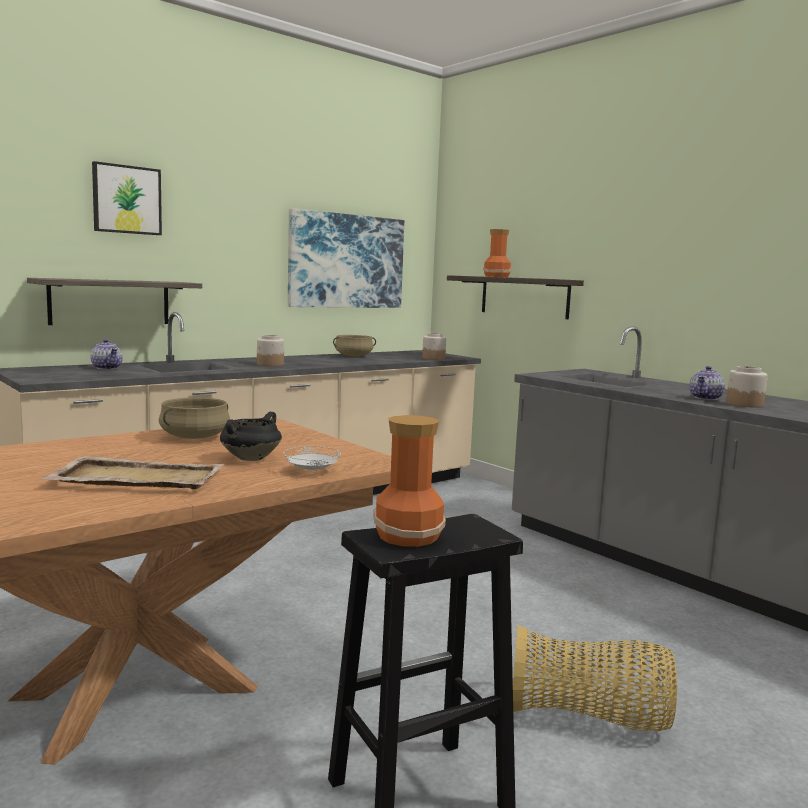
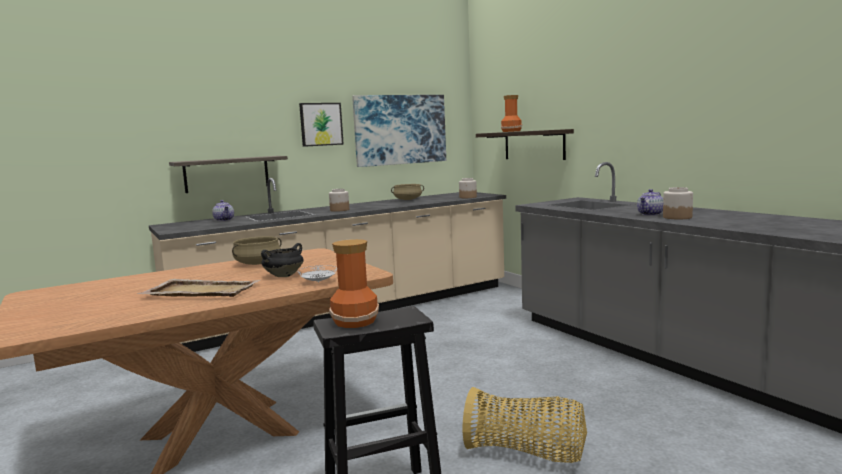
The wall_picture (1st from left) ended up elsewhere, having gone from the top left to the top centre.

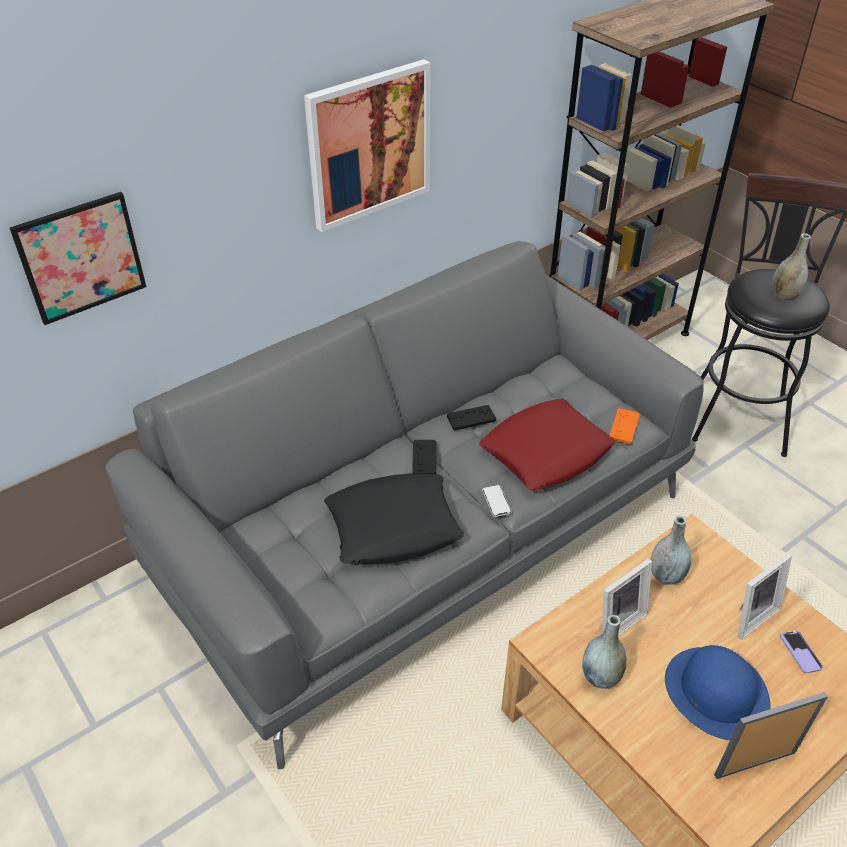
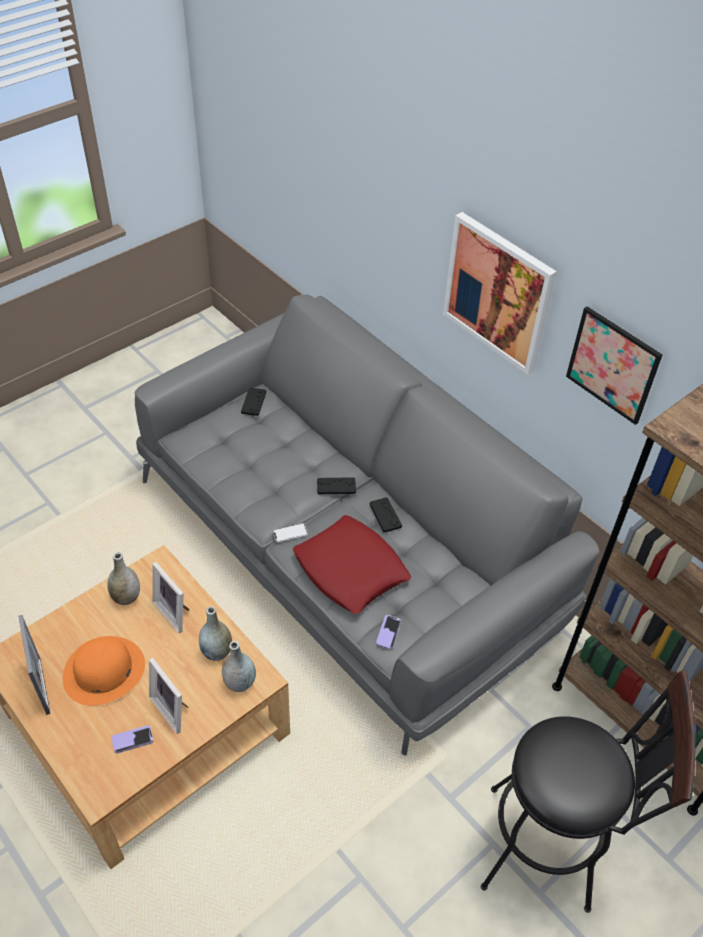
The wall_picture (1st from left in the first image) ended up elsewhere, having gone from the top left to the middle right.
The second view lost the blackish_throw_pillow at the centre.
Where the orange-coloured_joypad stood at the middle right, the telephone (3rd from left) came to stand at the bottom centre.
What was the blue-coloured_hat at the bottom right turned into the orange-coloured_hat at the bottom left.
The grey_decorative_vase (3rd from left) ended up elsewhere, having gone from the top right to the bottom centre.
The second view gained the blackish_joypad (1st from left) at the centre.

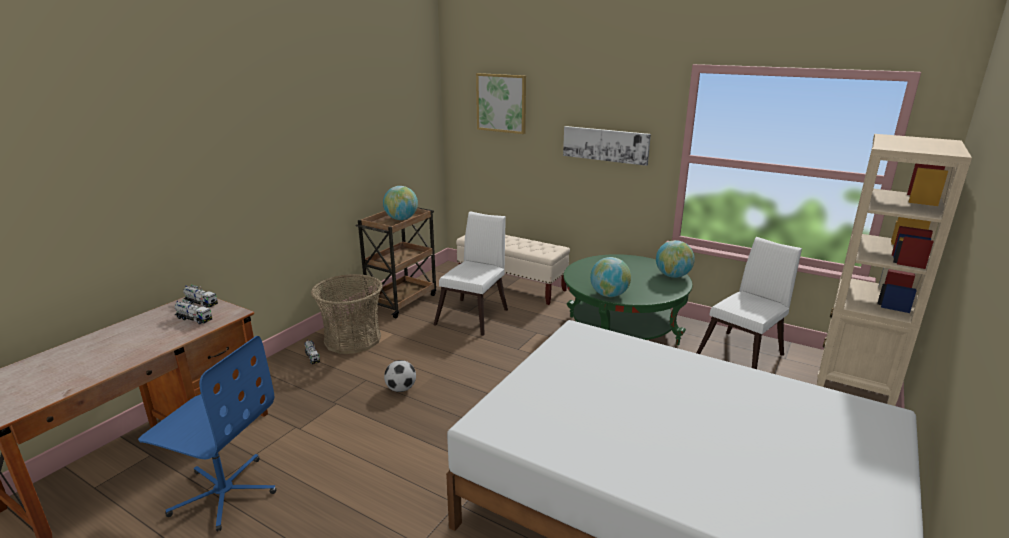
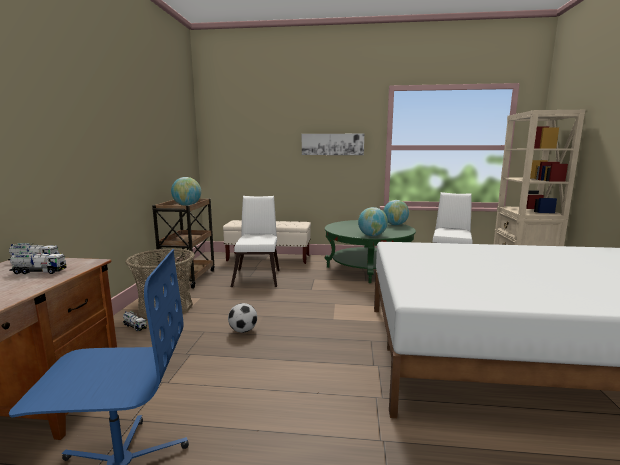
The second view lost the wall_picture (1st from left) at the top centre.

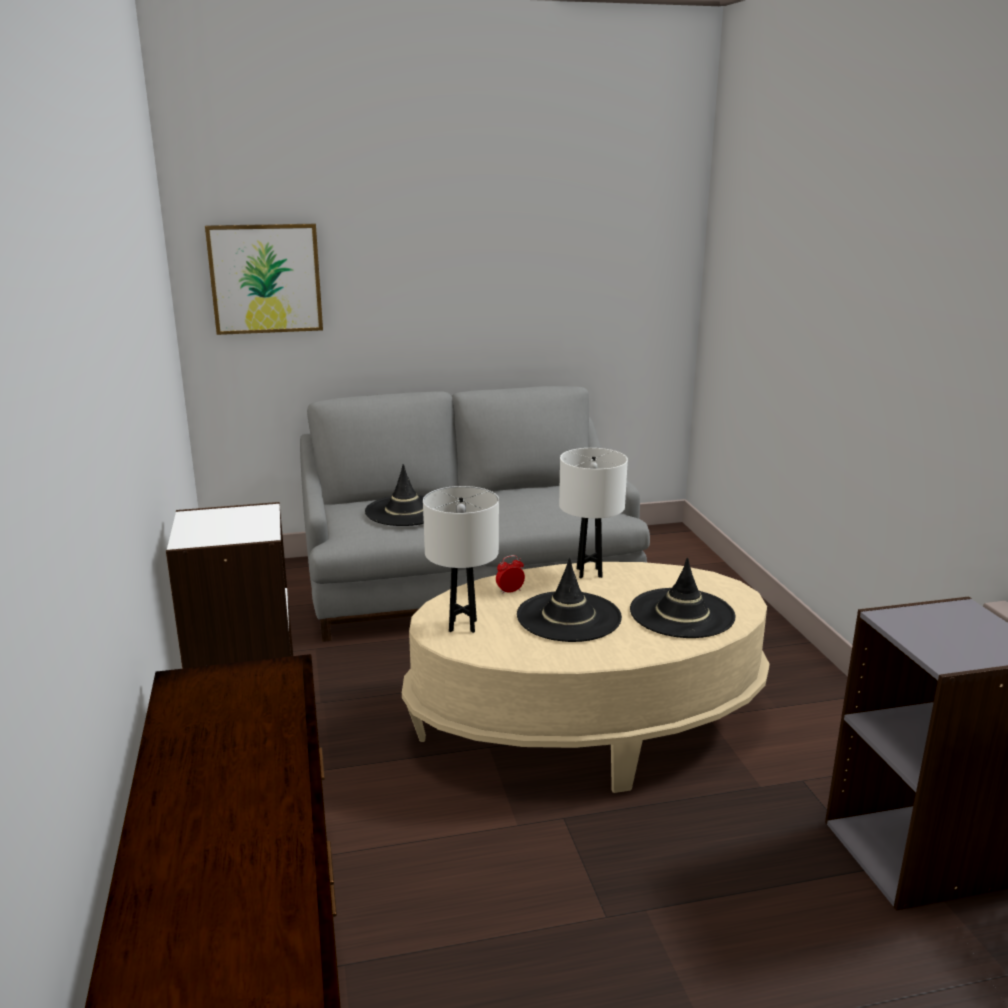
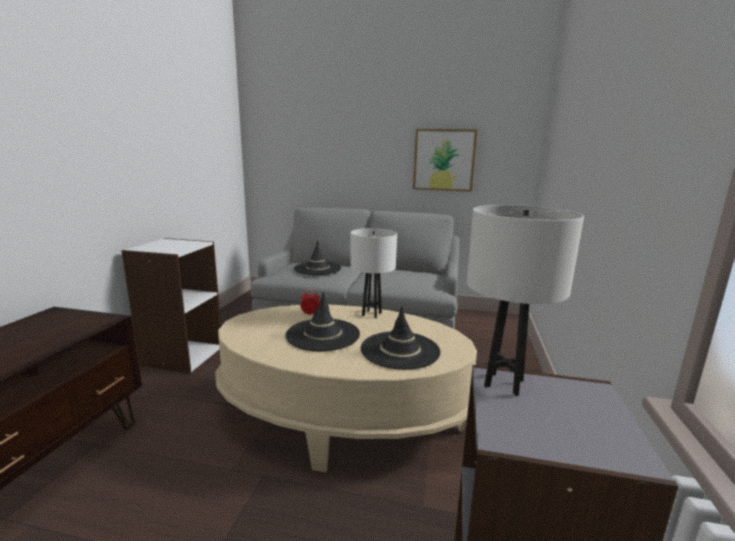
The wall_picture ended up elsewhere, having gone from the top left to the top centre.
The white_lamp_for_a_table (1st from left in the first image) ended up elsewhere, having gone from the centre to the middle right.

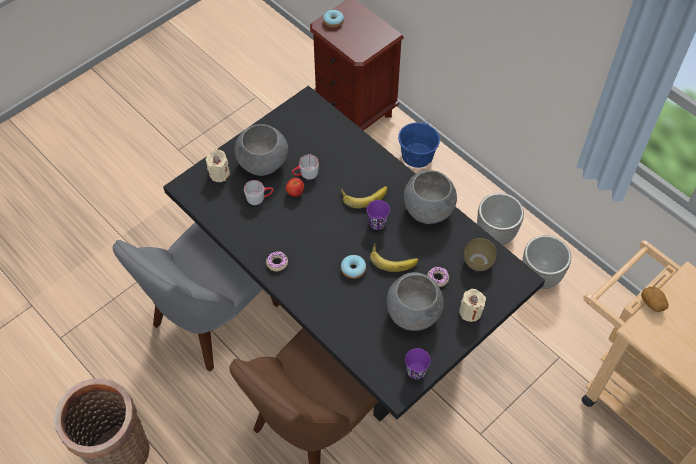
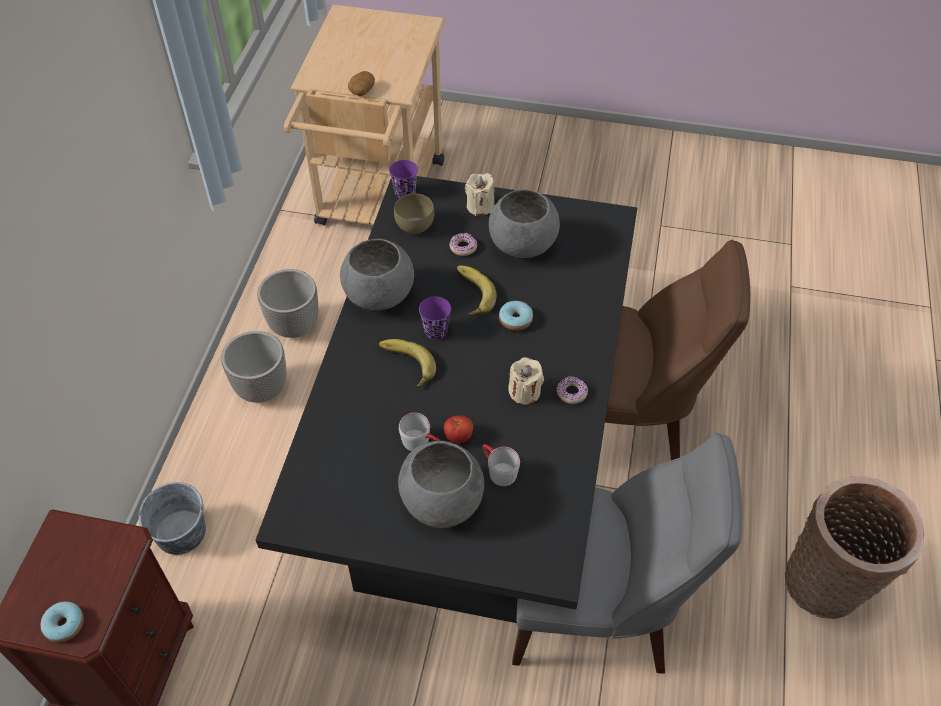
The beige_candle (1st from left in the first image) ended up elsewhere, having gone from the middle left to the centre.
What was the blue-coloured_water_bucket at the top centre turned into the grey_water_bucket at the bottom left.
The purple-coloured_small_cup (2nd from left in the first image) ended up elsewhere, having gone from the bottom centre to the top centre.

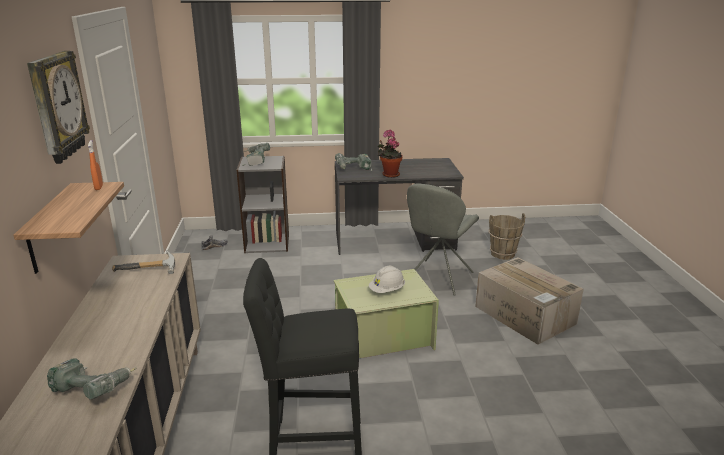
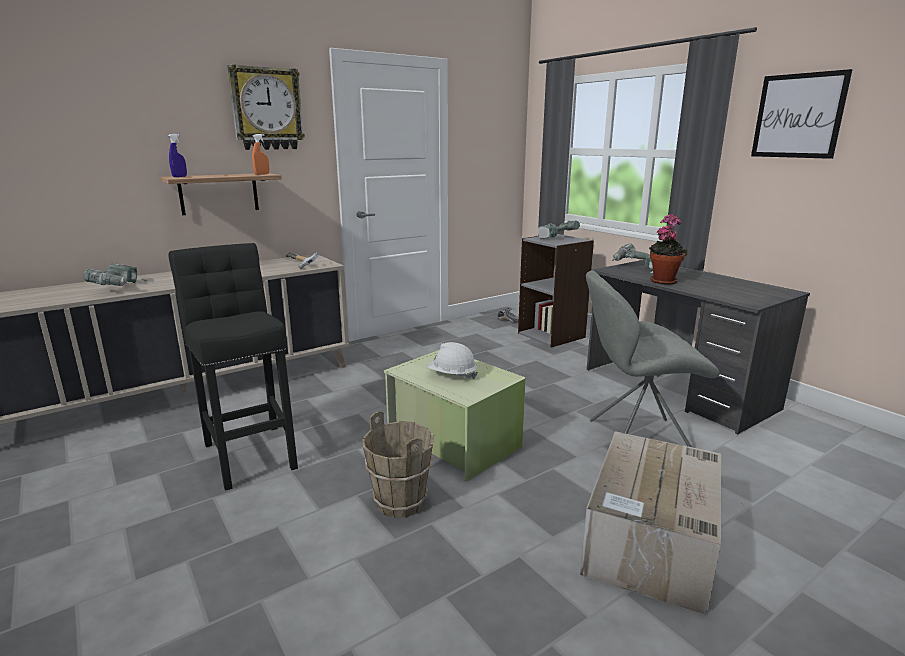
The brown_water_bucket ended up elsewhere, having gone from the middle right to the bottom centre.
The second view gained the blue-coloured_sprayer at the top left.
The second view gained the wall_picture at the top right.

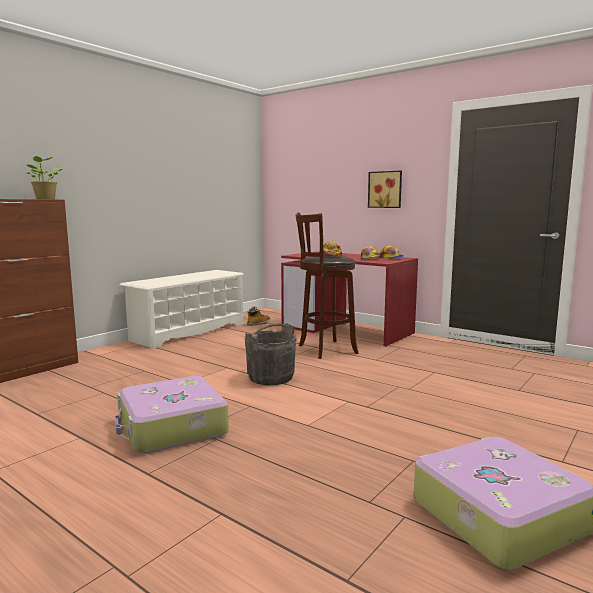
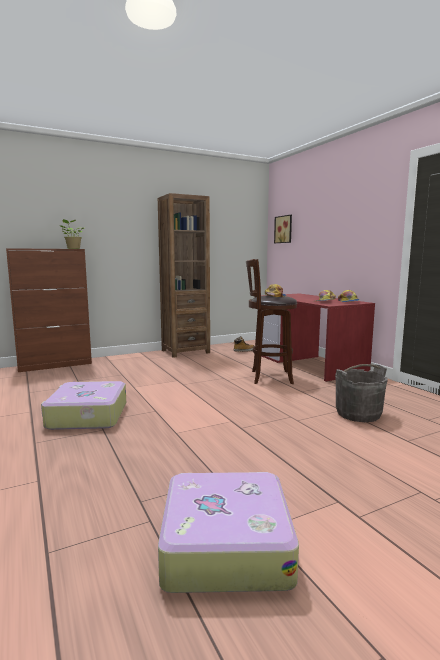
Where the white_shoe_shelf stood at the middle left, the brown_shelving_unit came to stand at the centre.
The grey_water_bucket ended up elsewhere, having gone from the centre to the middle right.
The wall_picture ended up elsewhere, having gone from the top centre to the centre.

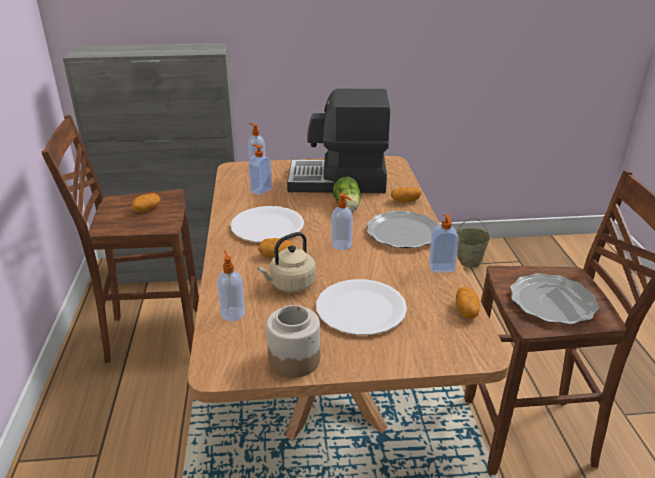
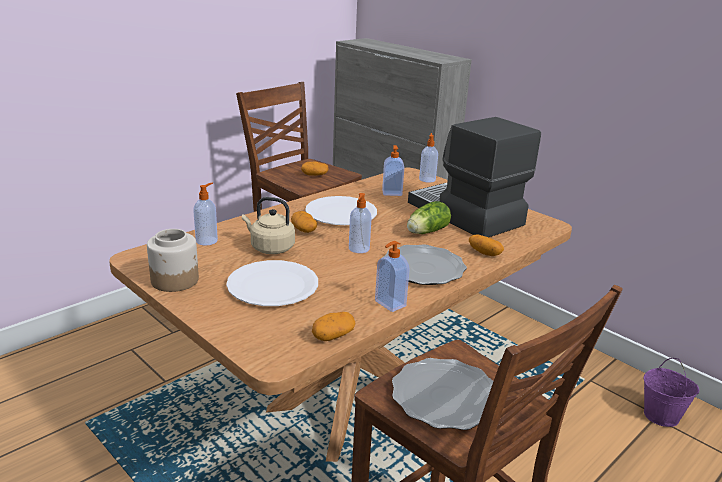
What was the beige_water_bucket at the middle right turned into the purple-coloured_water_bucket at the bottom right.

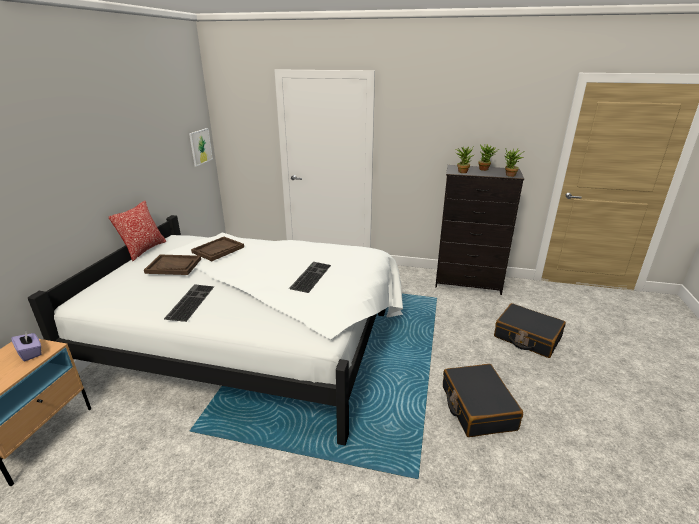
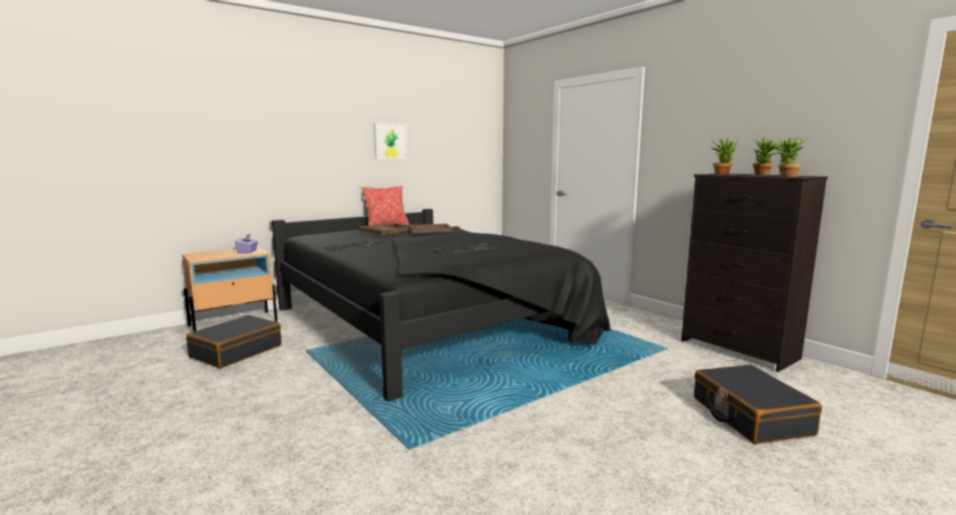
What was the white_bedroom_bed at the middle left turned into the blackish_bedroom_bed at the centre.
The wall_picture ended up elsewhere, having gone from the top left to the top centre.
The blackish_suitcase (1st from left) ended up elsewhere, having gone from the bottom right to the middle left.

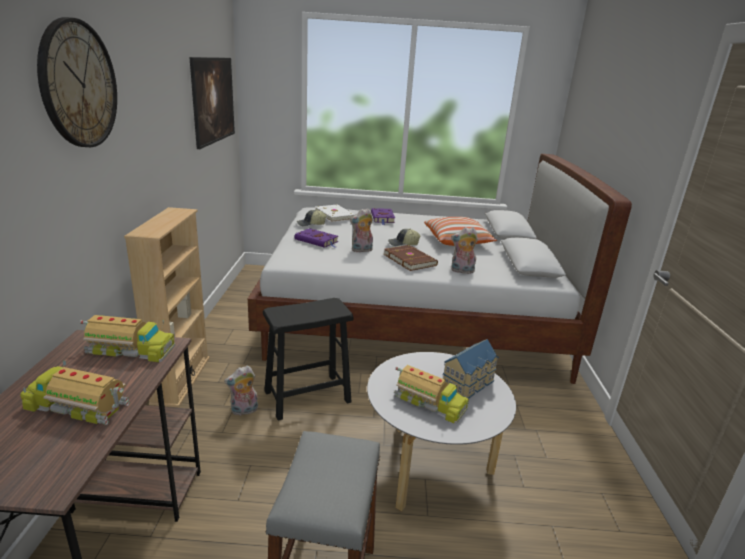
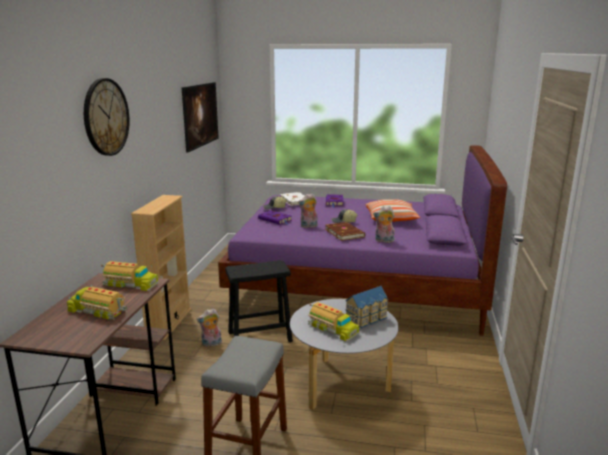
What was the white_bedroom_bed at the centre turned into the purple-coloured_bedroom_bed at the centre.

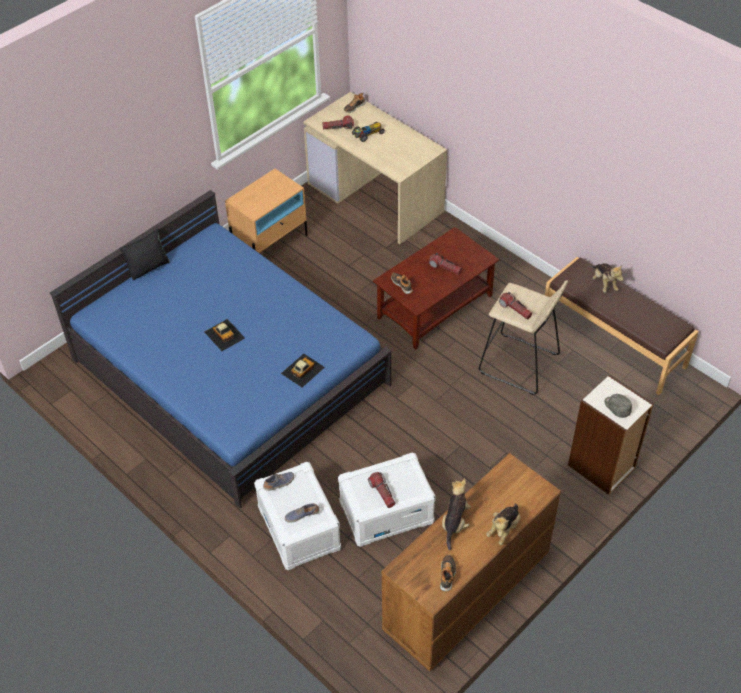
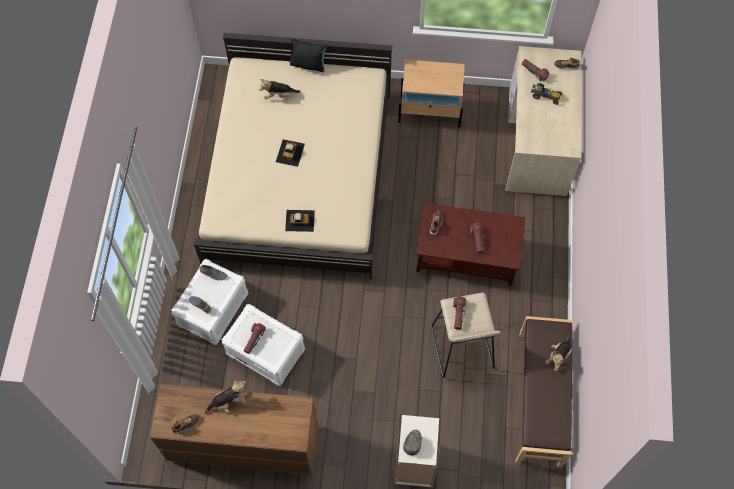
What was the blue-coloured_bedroom_bed at the middle left turned into the beige_bedroom_bed at the top centre.
The plush_toy (2nd from left) ended up elsewhere, having gone from the bottom right to the top centre.

